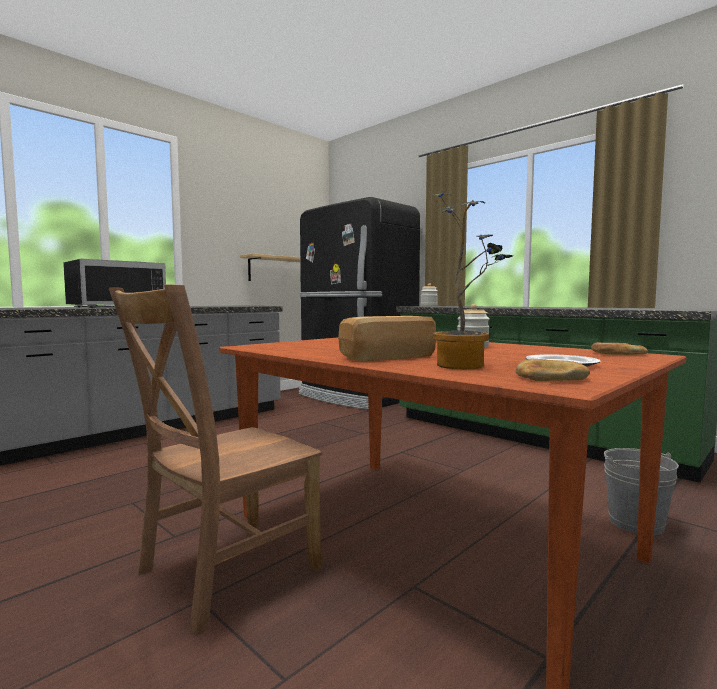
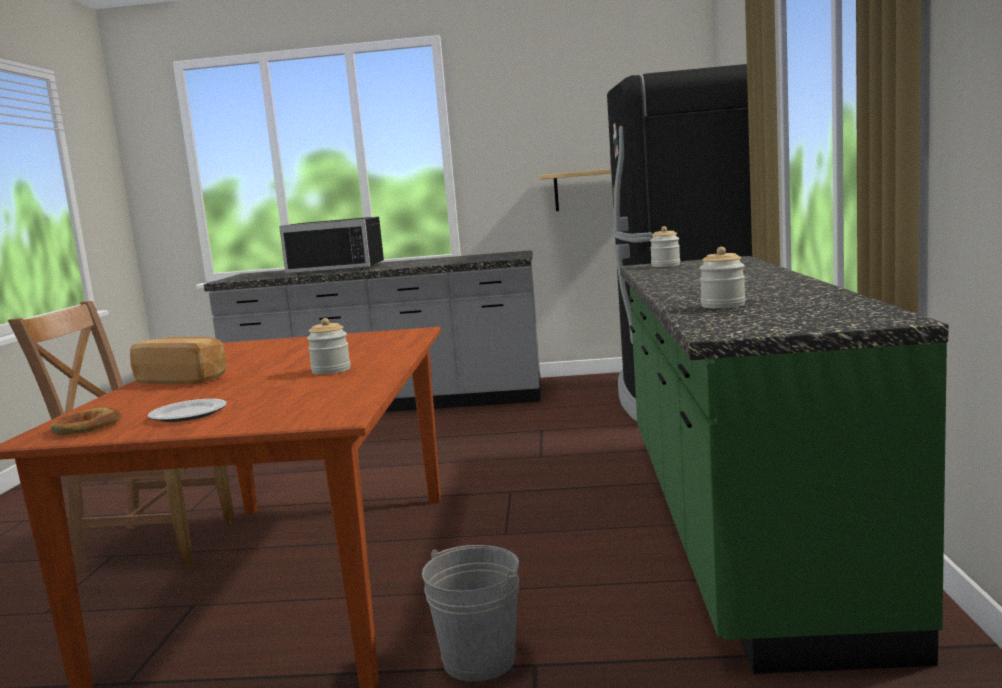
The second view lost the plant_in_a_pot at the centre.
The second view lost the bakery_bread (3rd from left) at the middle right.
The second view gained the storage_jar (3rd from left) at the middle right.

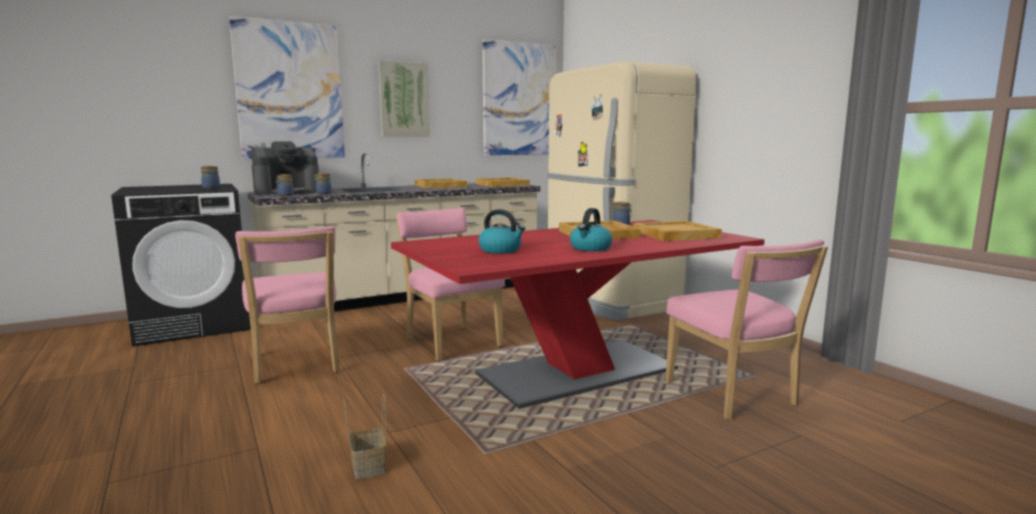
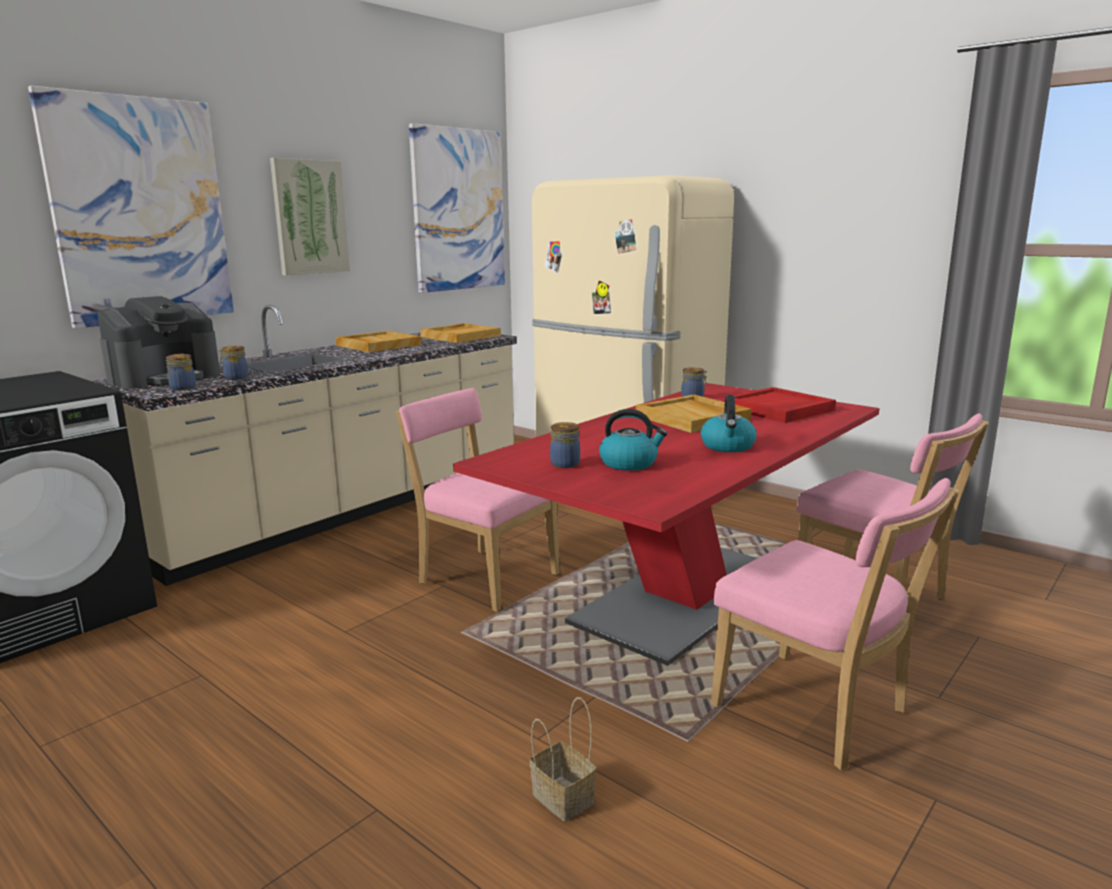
The storage_jar (1st from left in the first image) ended up elsewhere, having gone from the middle left to the centre.
The pinkish_plain_chair (1st from left in the first image) ended up elsewhere, having gone from the middle left to the bottom right.
What was the beige_serving_tray (4th from left) at the centre turned into the red-coloured_serving_tray at the middle right.

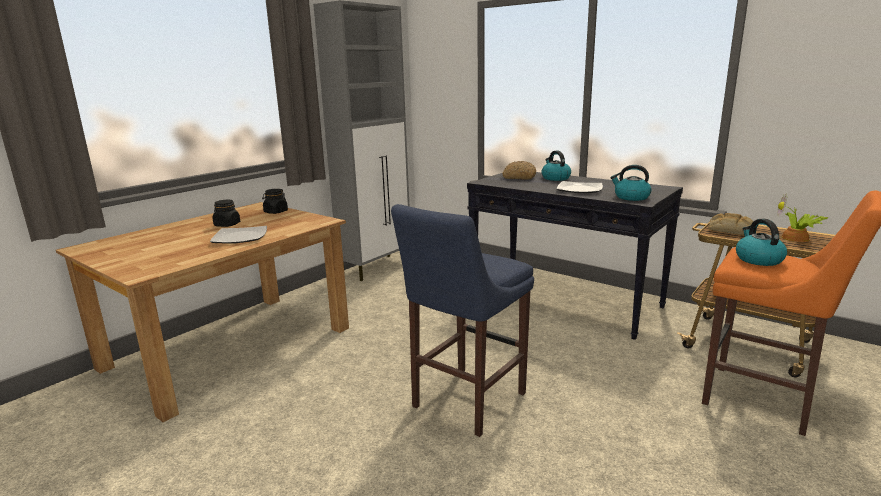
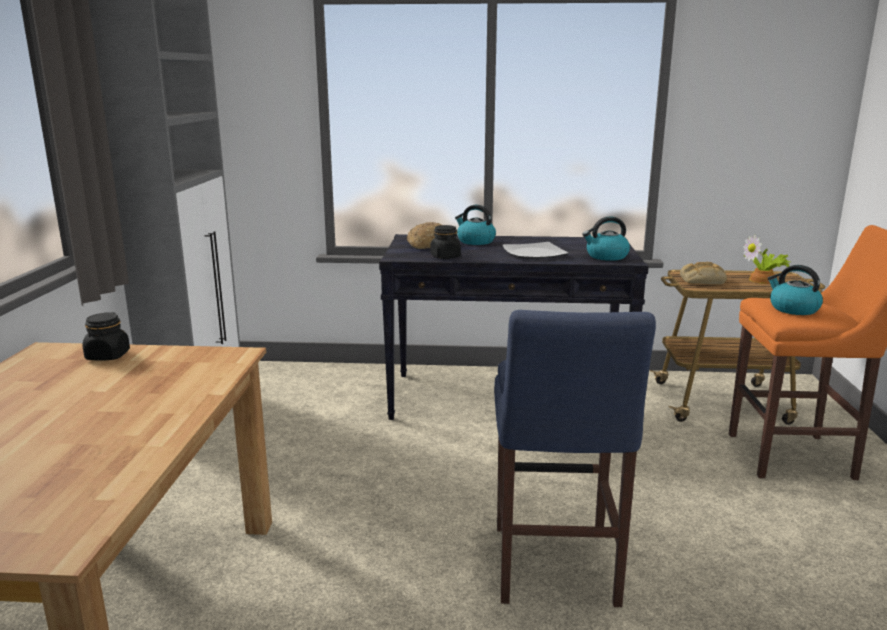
The second view lost the flat_dish (1st from left) at the middle left.
The blackish_storage_jar (1st from left in the first image) ended up elsewhere, having gone from the middle left to the centre.

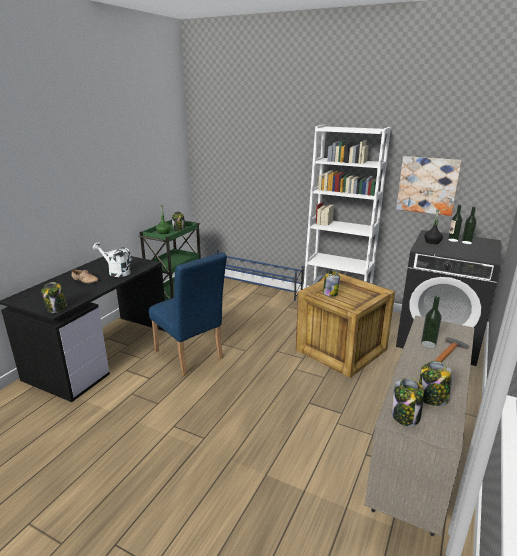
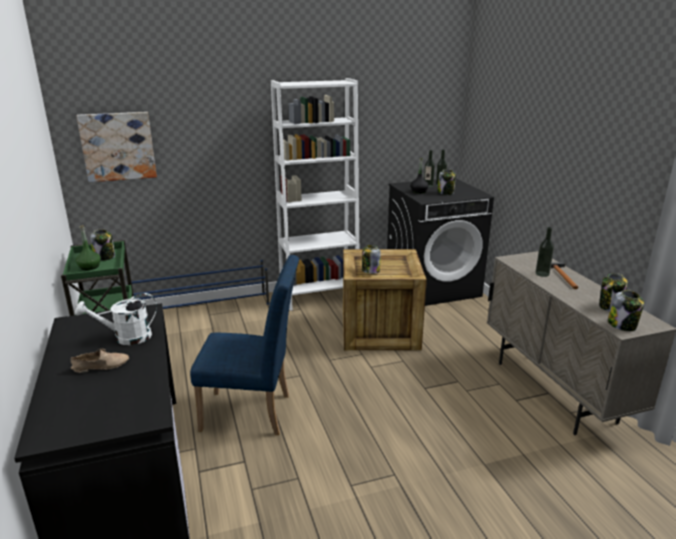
The storage_jar (1st from left in the first image) ended up elsewhere, having gone from the middle left to the centre.
The wall_picture ended up elsewhere, having gone from the middle right to the top left.

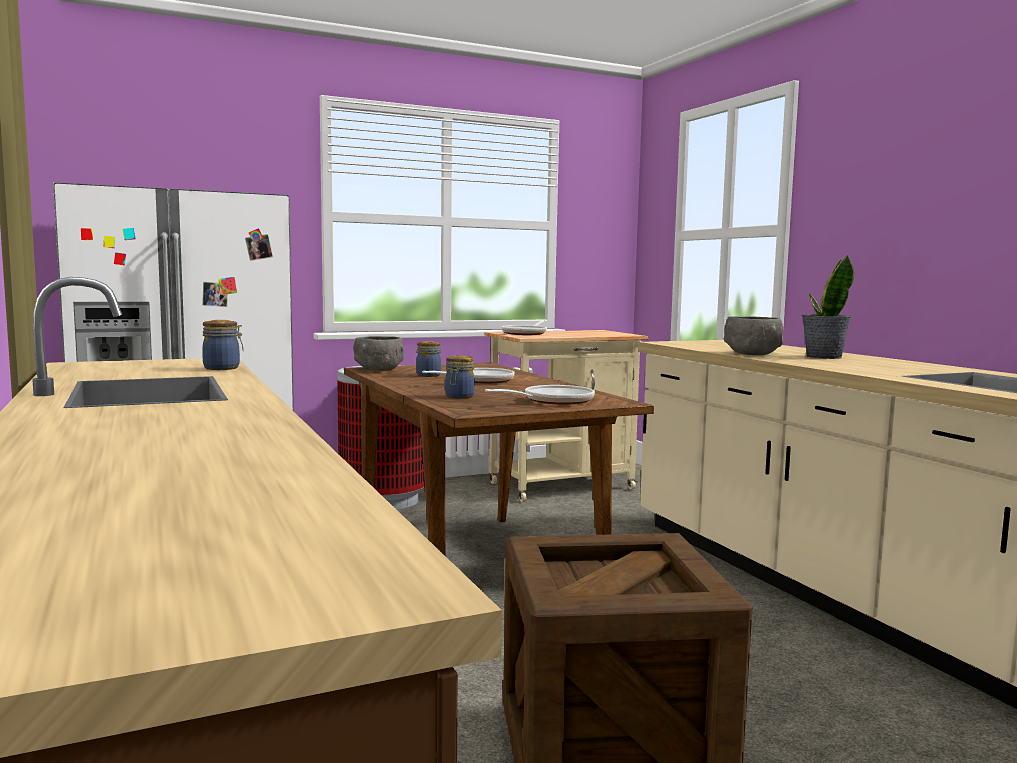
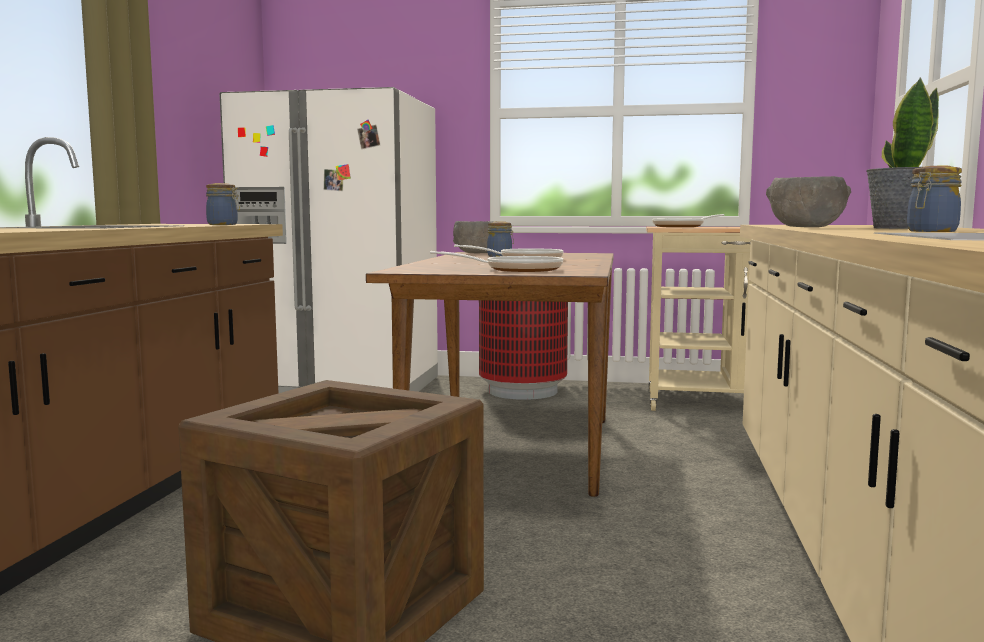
The storage_jar (3rd from left) ended up elsewhere, having gone from the centre to the top right.

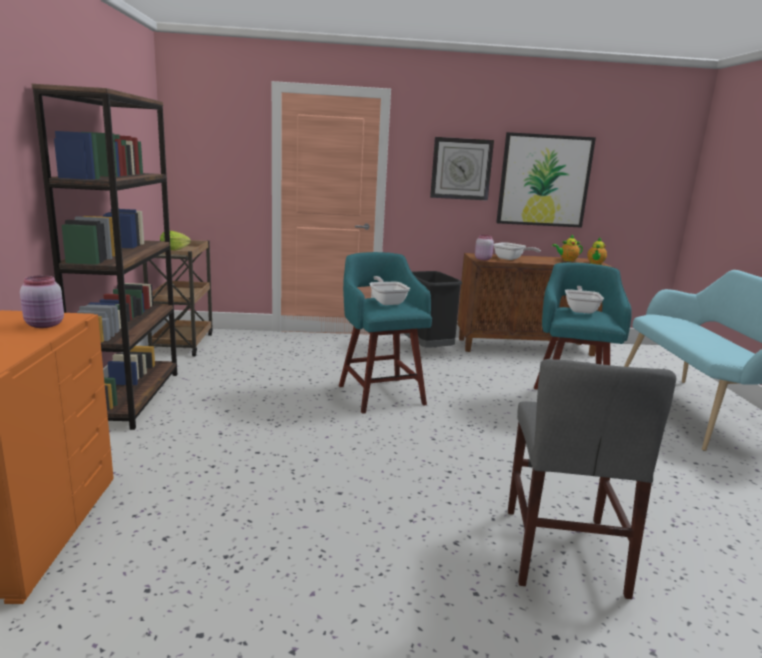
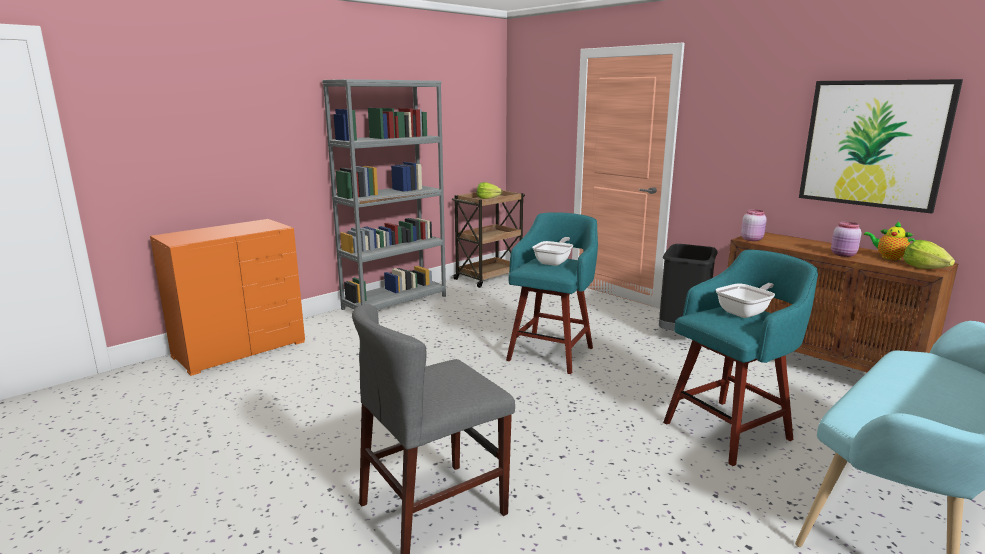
The pinkish_storage_jar (1st from left in the first image) ended up elsewhere, having gone from the middle left to the middle right.
What was the brown_shelving_unit at the middle left turned into the grey_shelving_unit at the centre.
The second view lost the hanging_clock at the top centre.
The second view lost the skillet (2nd from left) at the middle right.
Where the teapot (2nd from left) stood at the middle right, the lettuce_head (2nd from left) came to stand at the middle right.

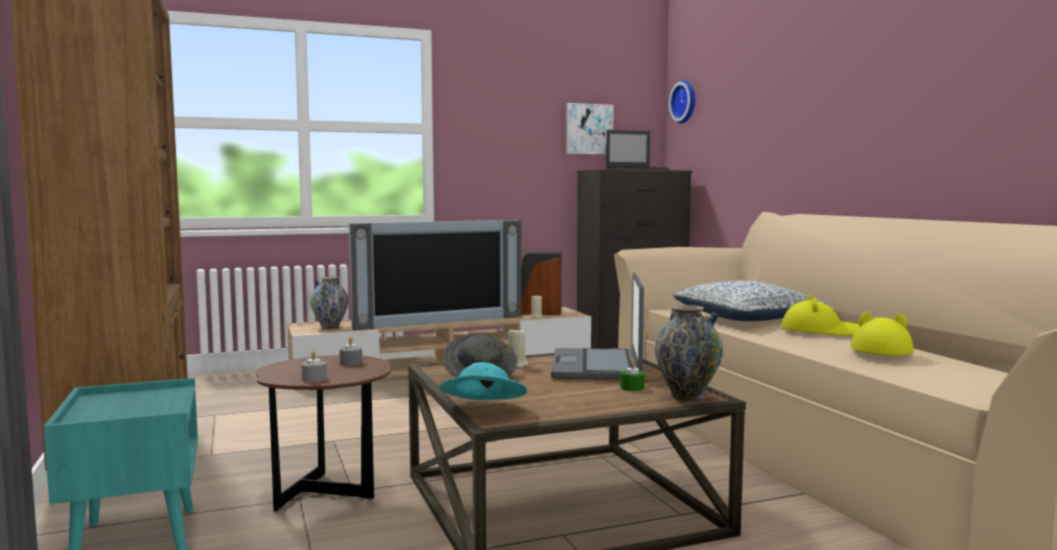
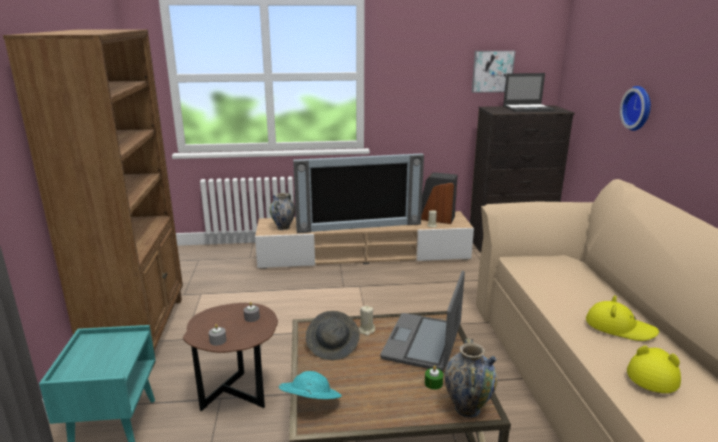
The hanging_clock ended up elsewhere, having gone from the top centre to the top right.
The second view lost the throw_pillow at the middle right.

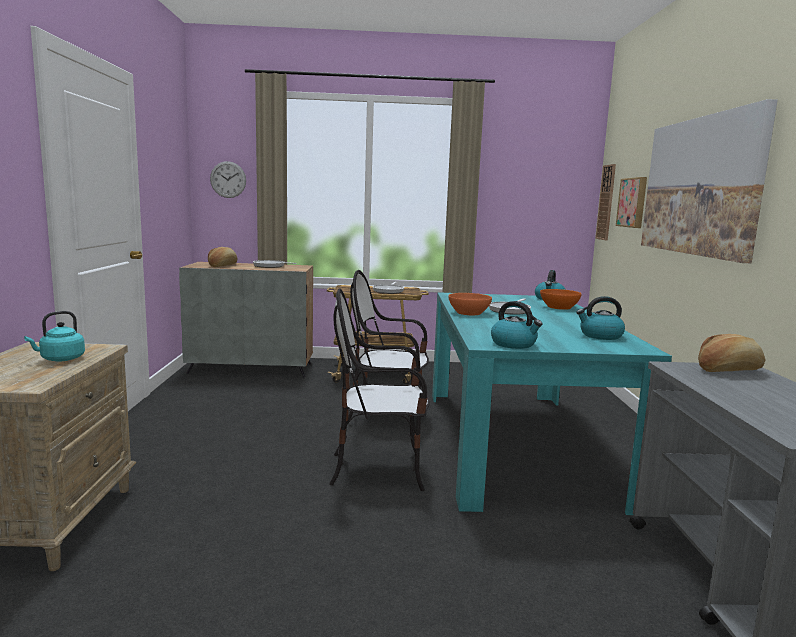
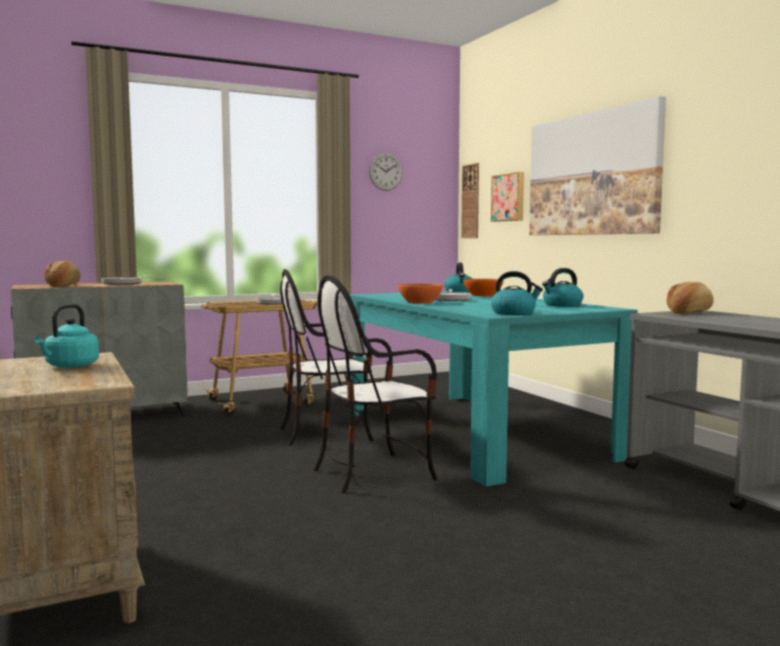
The hanging_clock (1st from left) ended up elsewhere, having gone from the top left to the top centre.

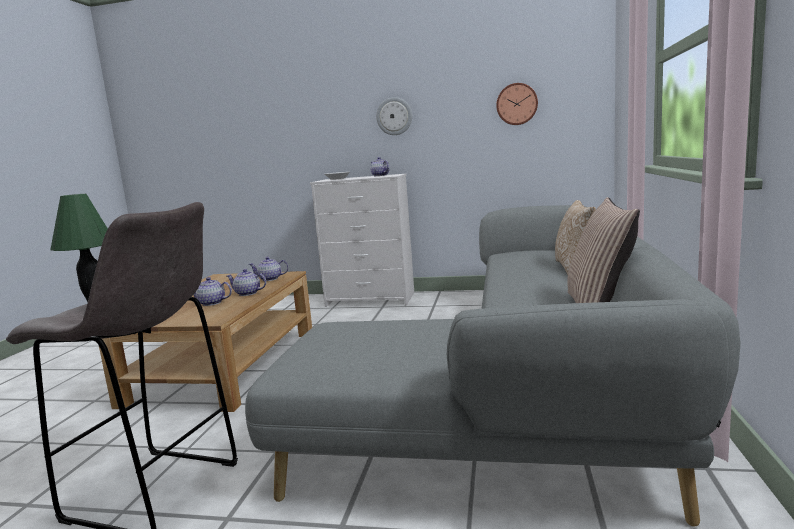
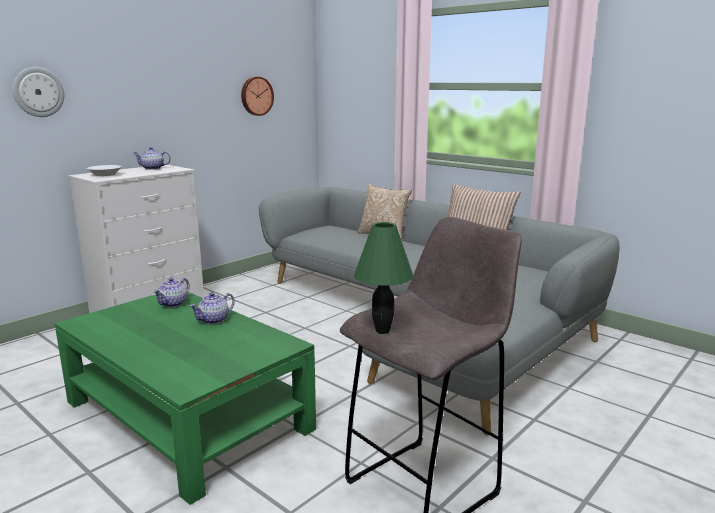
What was the brown_low_table at the middle left turned into the green-coloured_low_table at the bottom left.
The second view lost the teapot (1st from left) at the middle left.
The hanging_clock (1st from left) ended up elsewhere, having gone from the top centre to the top left.

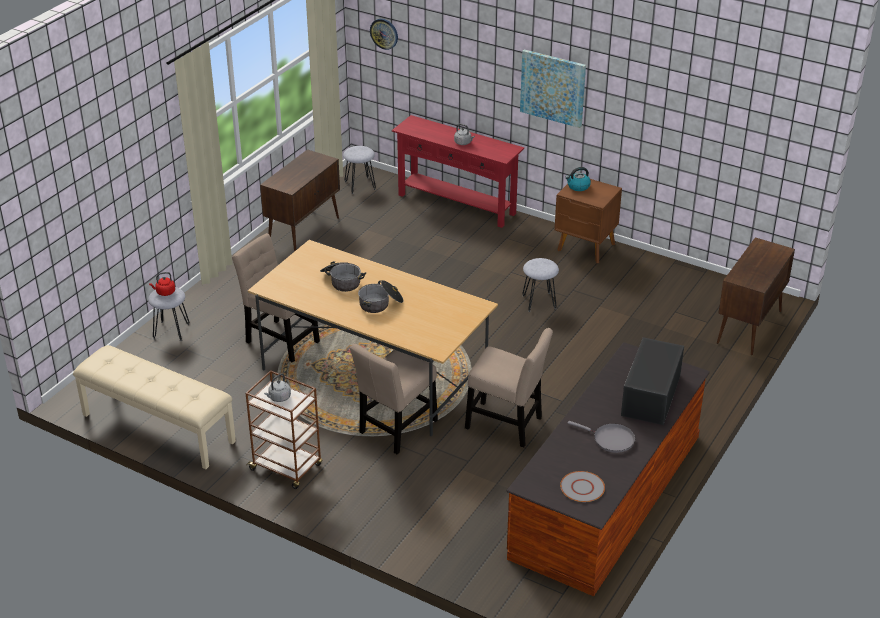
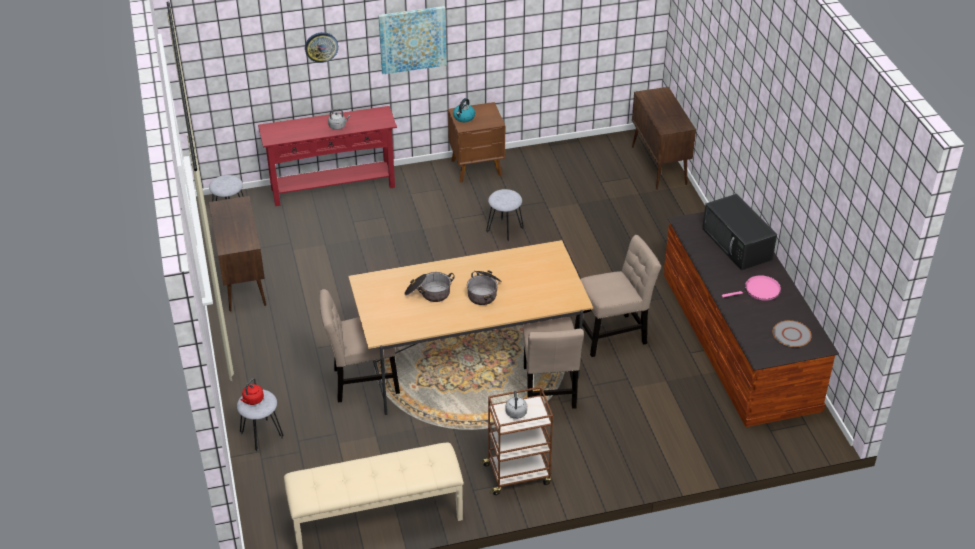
The hanging_clock ended up elsewhere, having gone from the top centre to the top left.
What was the grey_skillet at the bottom right turned into the pinkish_skillet at the middle right.

